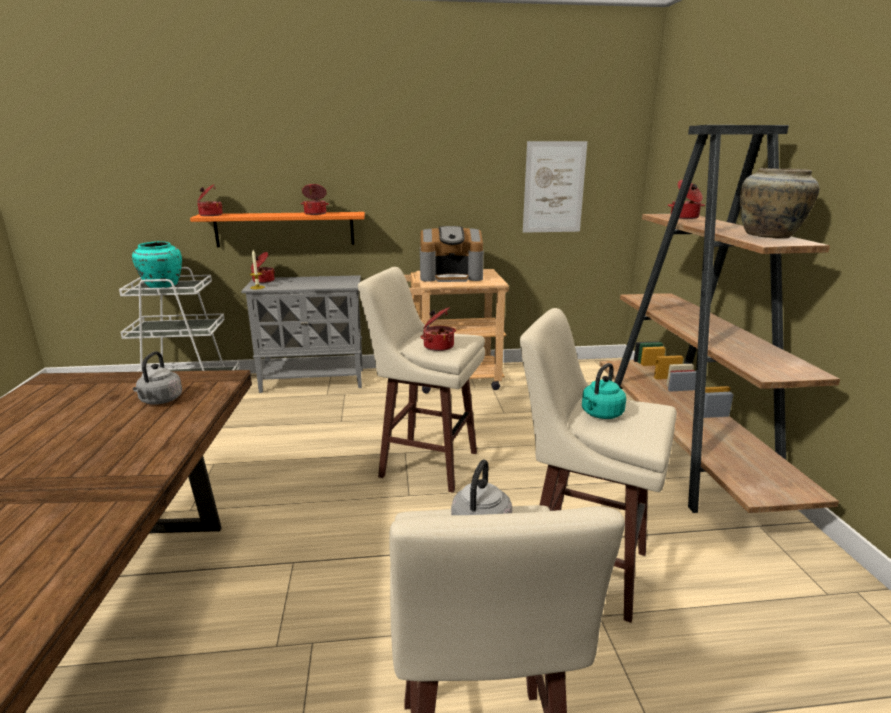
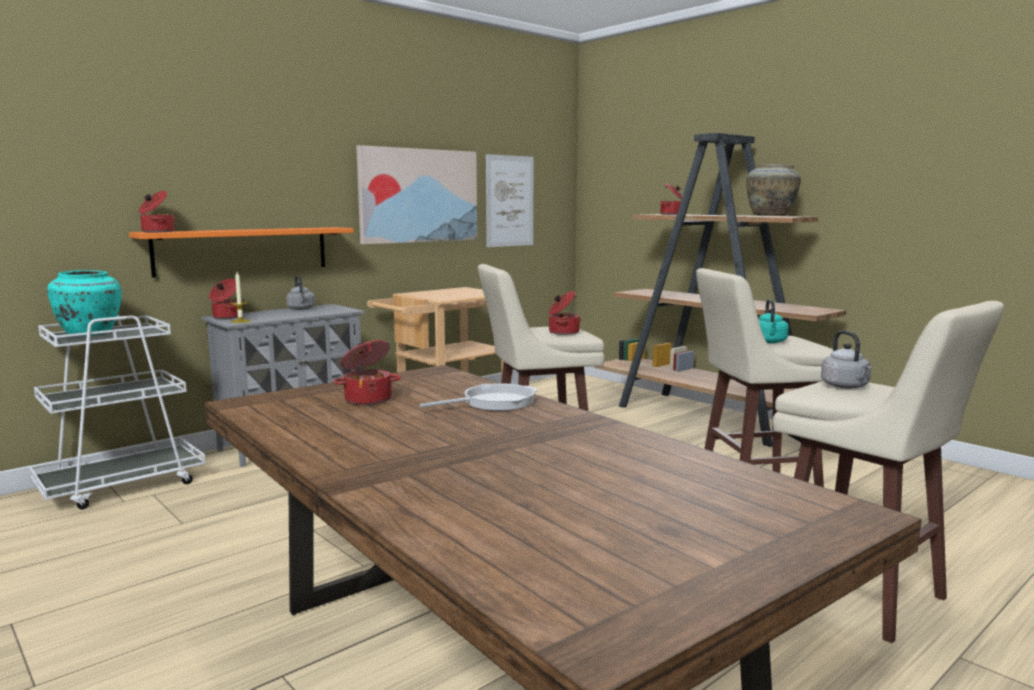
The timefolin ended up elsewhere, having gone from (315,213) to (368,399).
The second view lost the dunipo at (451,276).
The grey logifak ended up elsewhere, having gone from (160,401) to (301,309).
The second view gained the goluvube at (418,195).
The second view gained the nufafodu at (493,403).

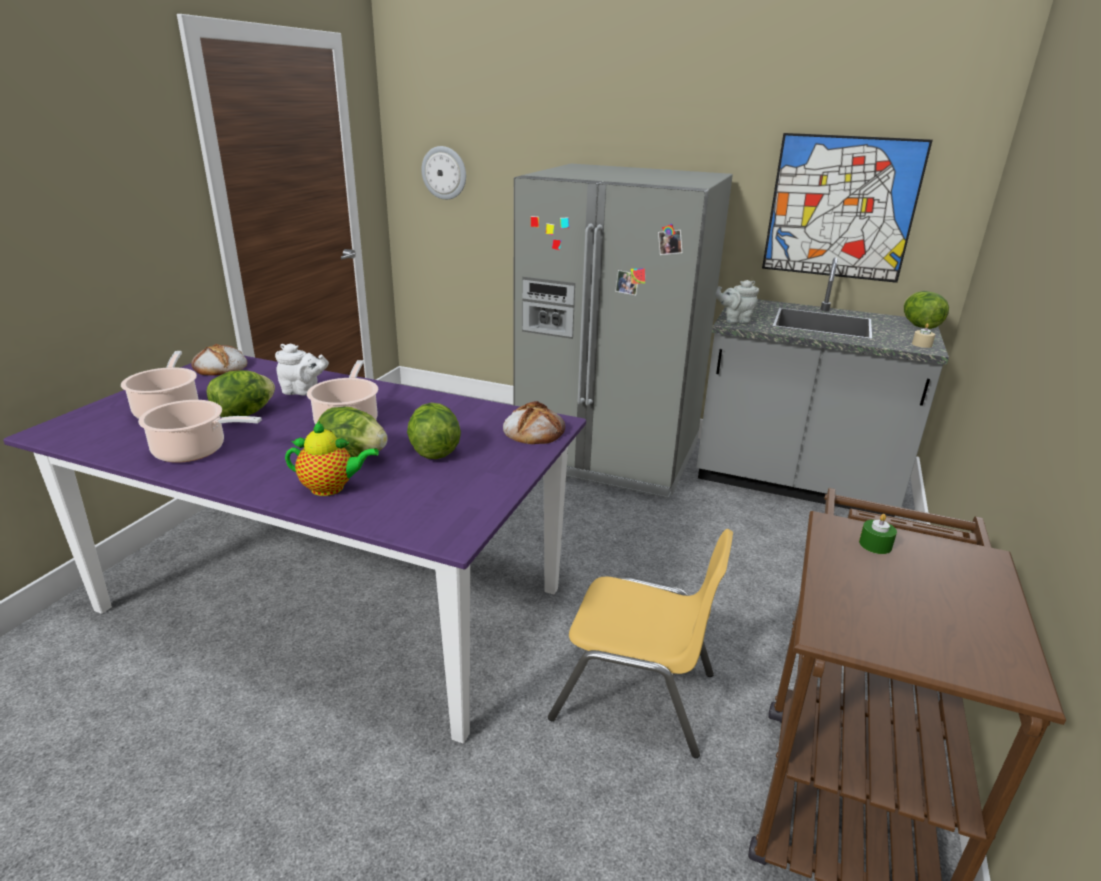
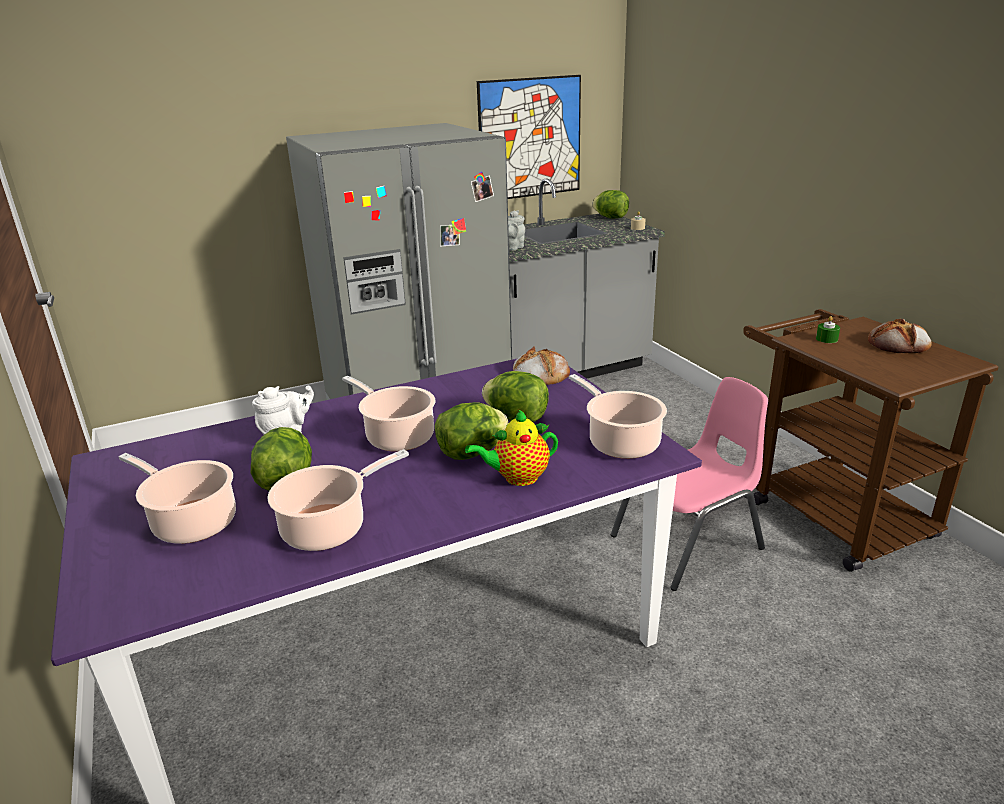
The second view lost the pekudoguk at (444,173).
The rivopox ended up elsewhere, having gone from (219,367) to (899,344).
The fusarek at (331,488) ended up facing another way, 150 degrees counterclockwise from before.
What was the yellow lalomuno at (635,696) turned into the pink lalomuno at (688,543).
The second view gained the timefolin at (620,442).

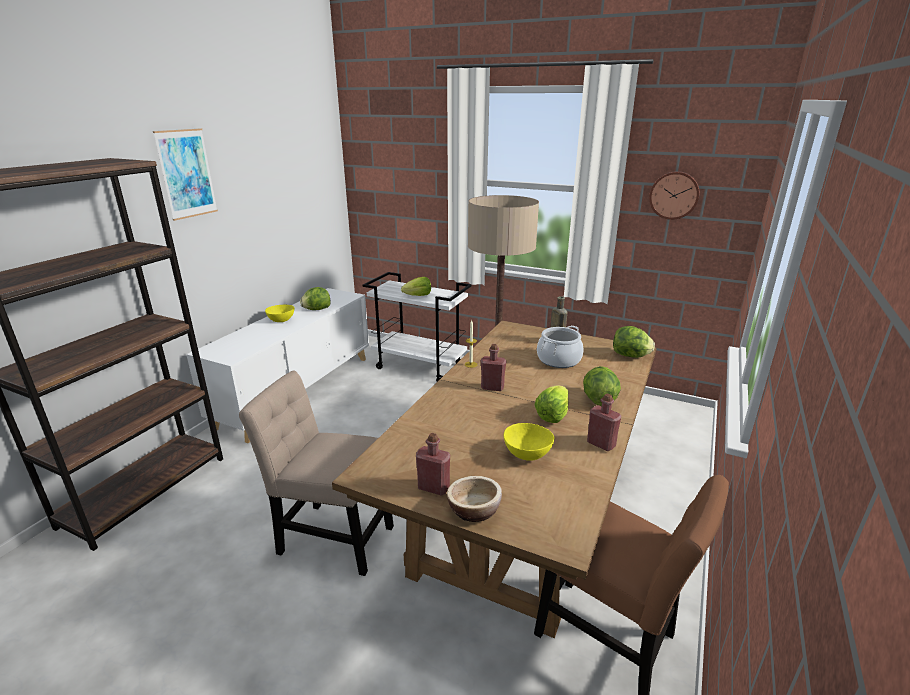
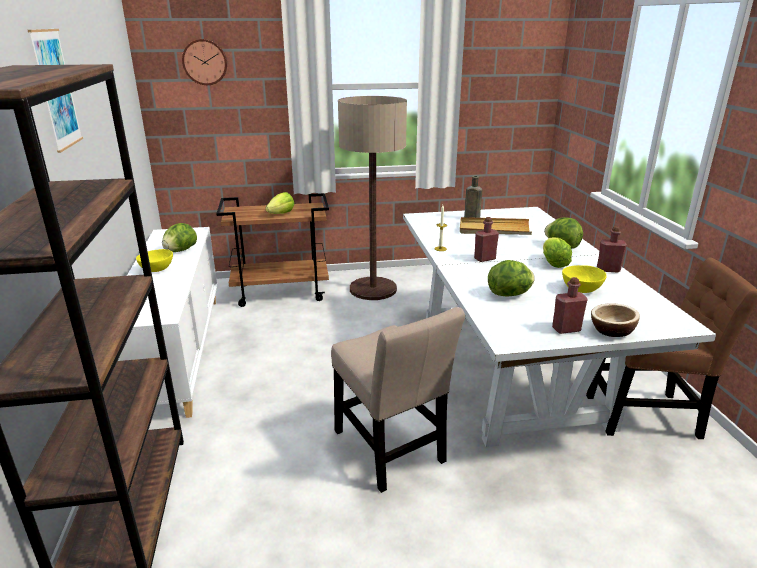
The pekudoguk ended up elsewhere, having gone from (674,195) to (205,62).
What was the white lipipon at (420,366) turned into the brown lipipon at (281,292).
What was the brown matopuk at (520,518) turned into the white matopuk at (510,372).
Where the timefolin stood at (558,360), the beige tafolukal came to stand at (494,229).
The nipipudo ended up elsewhere, having gone from (630,356) to (510,294).
The beige lalomuno at (331,537) ended up facing another way, 105 degrees counterclockwise from before.

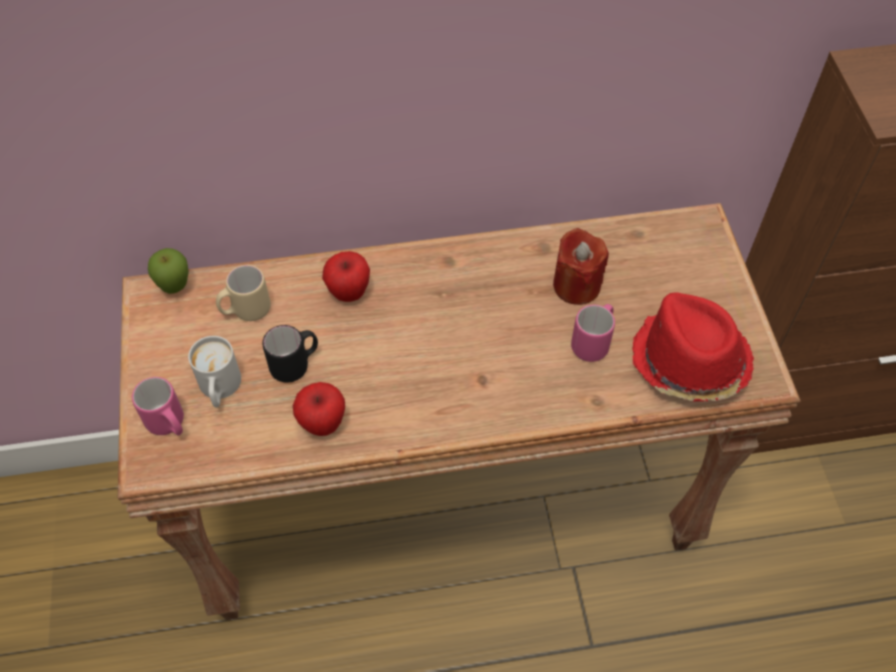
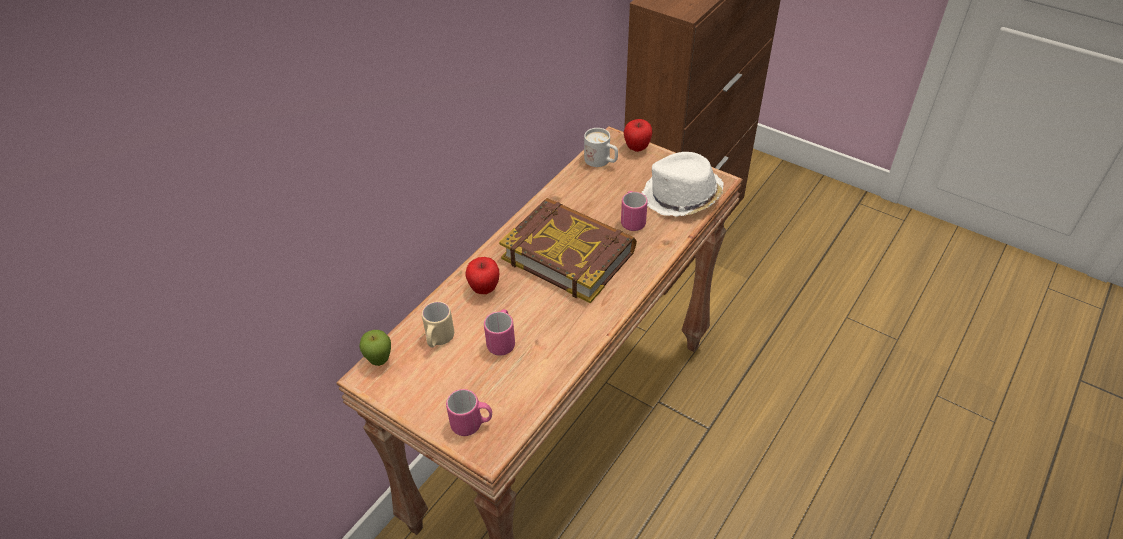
The second view lost the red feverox at (576,285).
What was the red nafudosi at (688,361) turned into the white nafudosi at (681,197).
What was the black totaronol at (295,364) turned into the pink totaronol at (502,341).
The white totaronol ended up elsewhere, having gone from (220,389) to (601,161).
The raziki ended up elsewhere, having gone from (322,424) to (637,148).
The second view gained the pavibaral at (569,254).

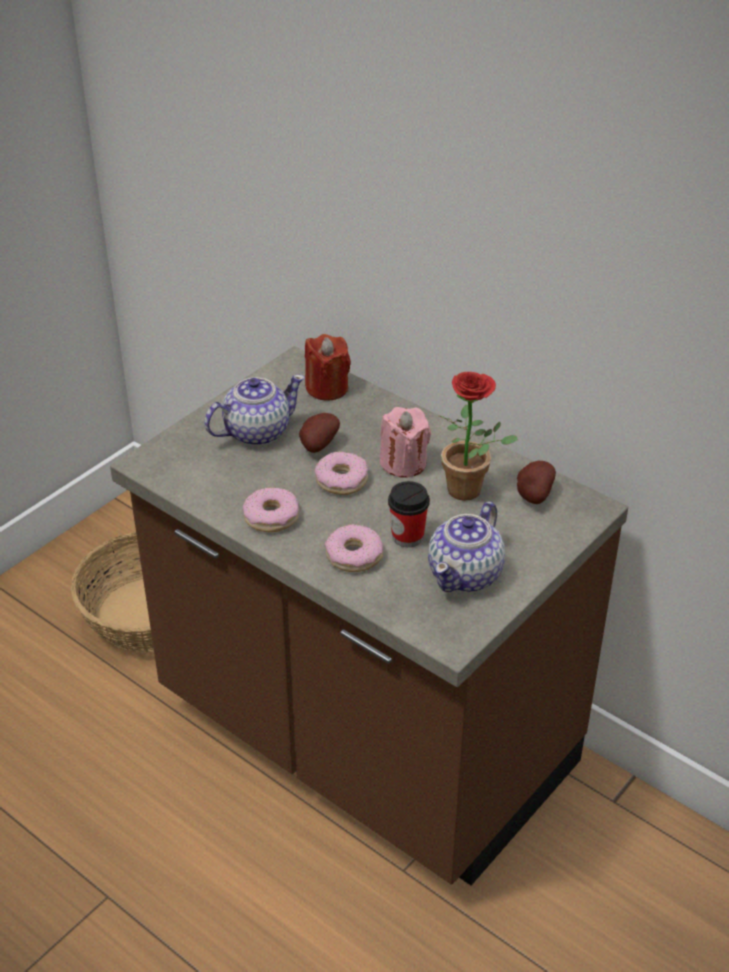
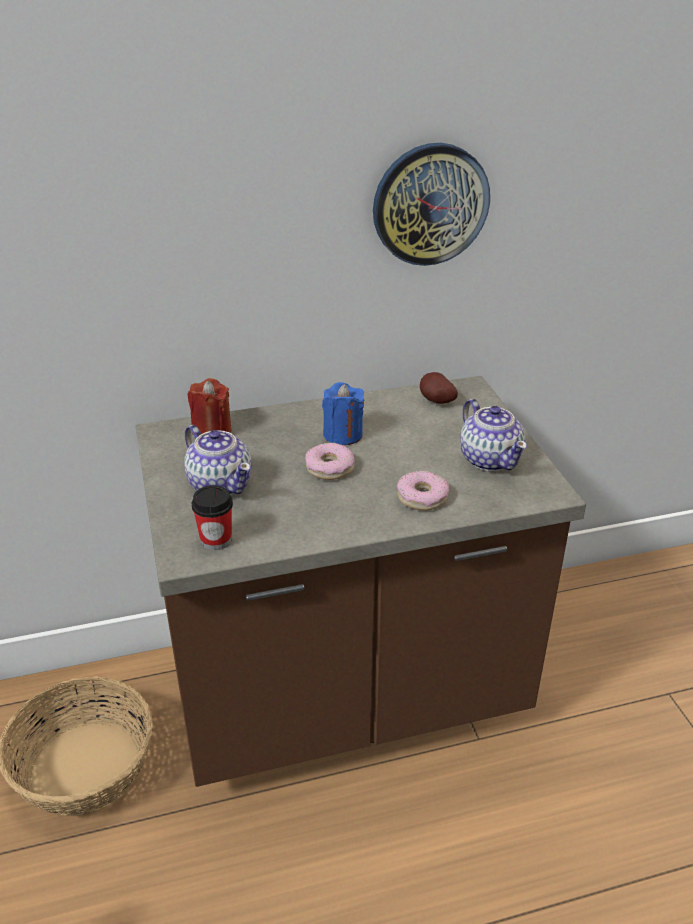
The second view lost the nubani at (471,491).
The fusarek at (256,432) ended up facing another way, 135 degrees clockwise from before.
What was the pink feverox at (403,463) turned into the blue feverox at (343,435).
The second view lost the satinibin at (317,445).
The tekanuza ended up elsewhere, having gone from (407,536) to (216,540).
The second view lost the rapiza at (271,517).
The second view gained the pekudoguk at (430,204).

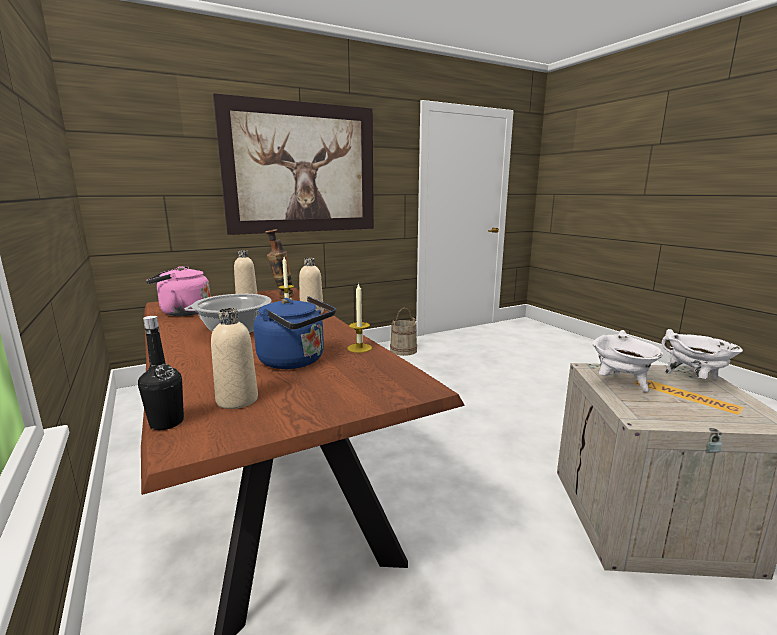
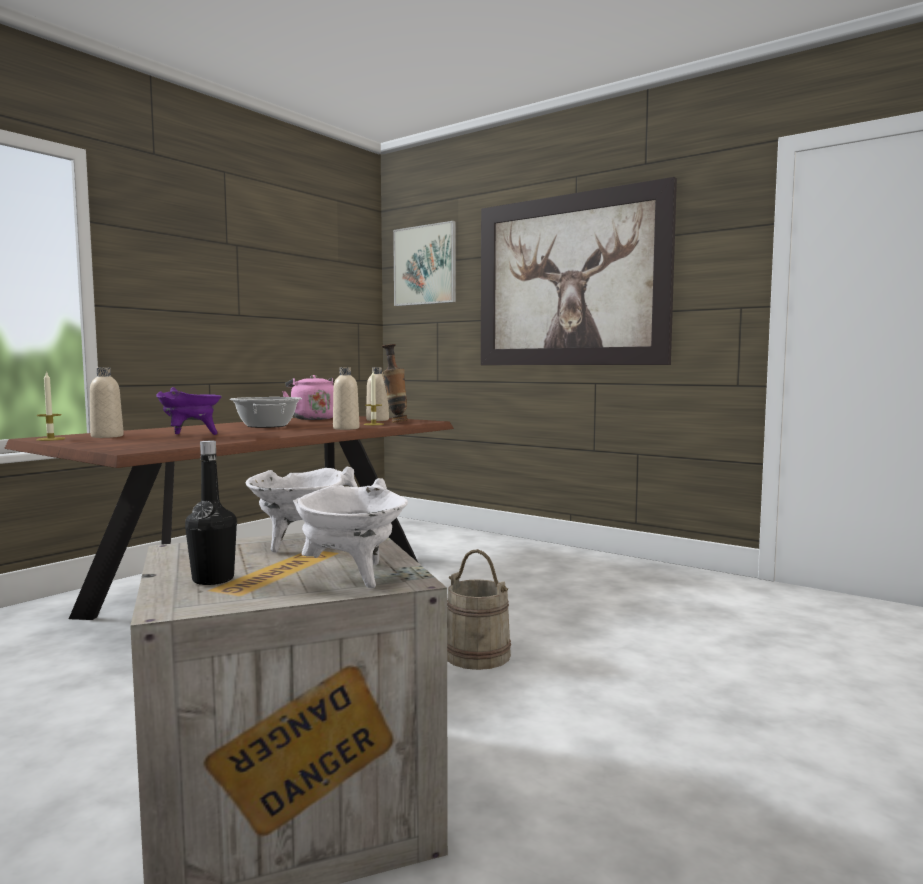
The feverox ended up elsewhere, having gone from (359,348) to (50,439).
Where the blue logifak stood at (295,361), the purple timefolin came to stand at (190,435).
The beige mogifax ended up elsewhere, having gone from (403,350) to (477,655).
The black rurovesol ended up elsewhere, having gone from (167,423) to (213,579).
The second view gained the goluvube at (425,265).

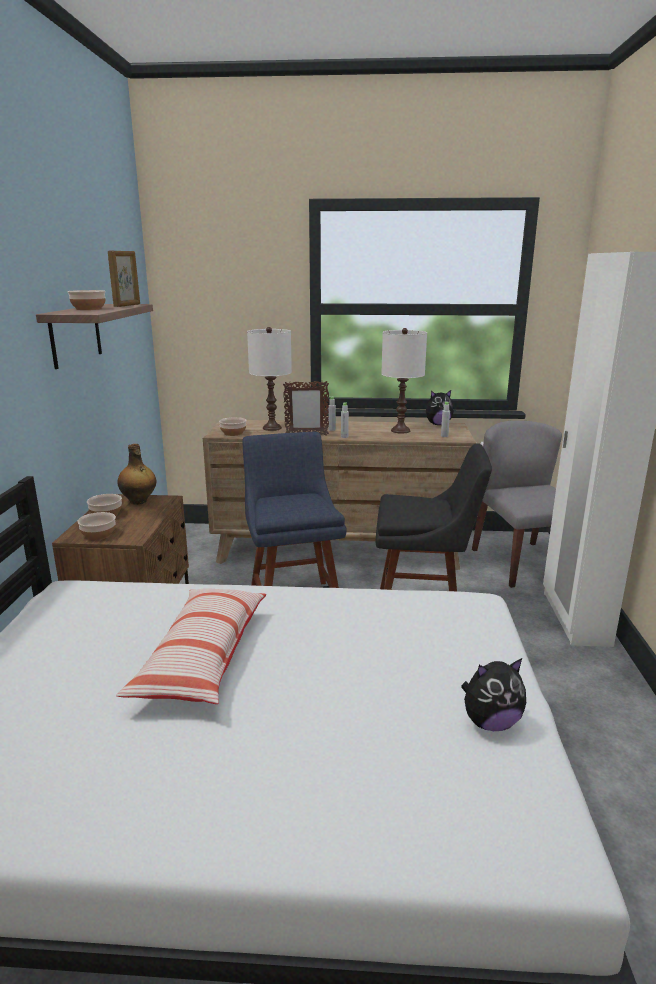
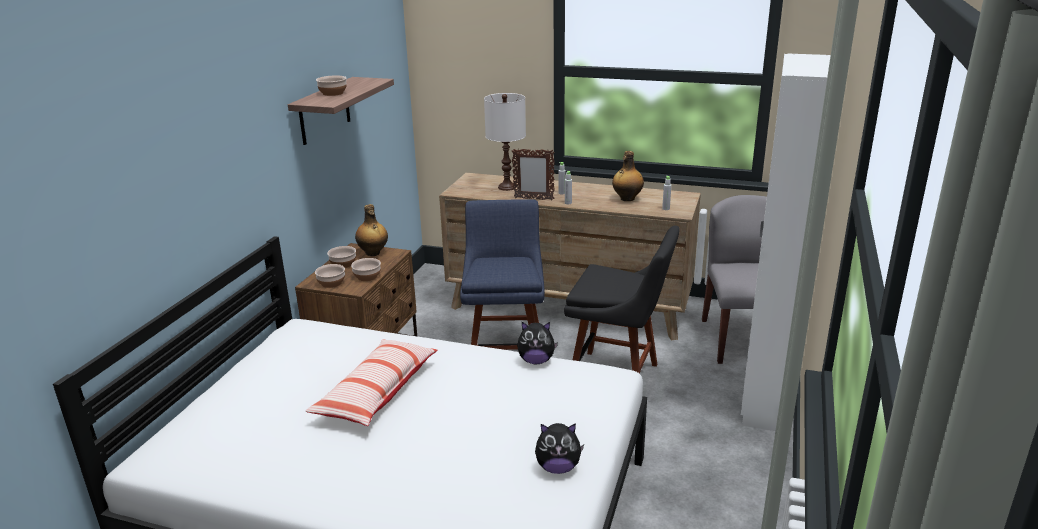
The second view lost the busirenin at (127,305).
Where the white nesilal stood at (400,430), the rurovesol came to stand at (627,199).
The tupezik ended up elsewhere, having gone from (438,424) to (536,361).
The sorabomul ended up elsewhere, having gone from (233,433) to (367,277).

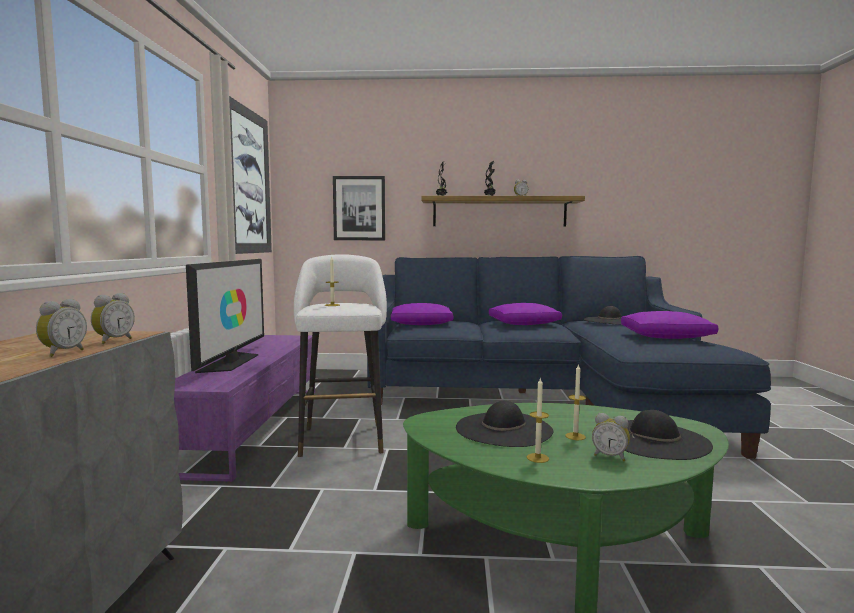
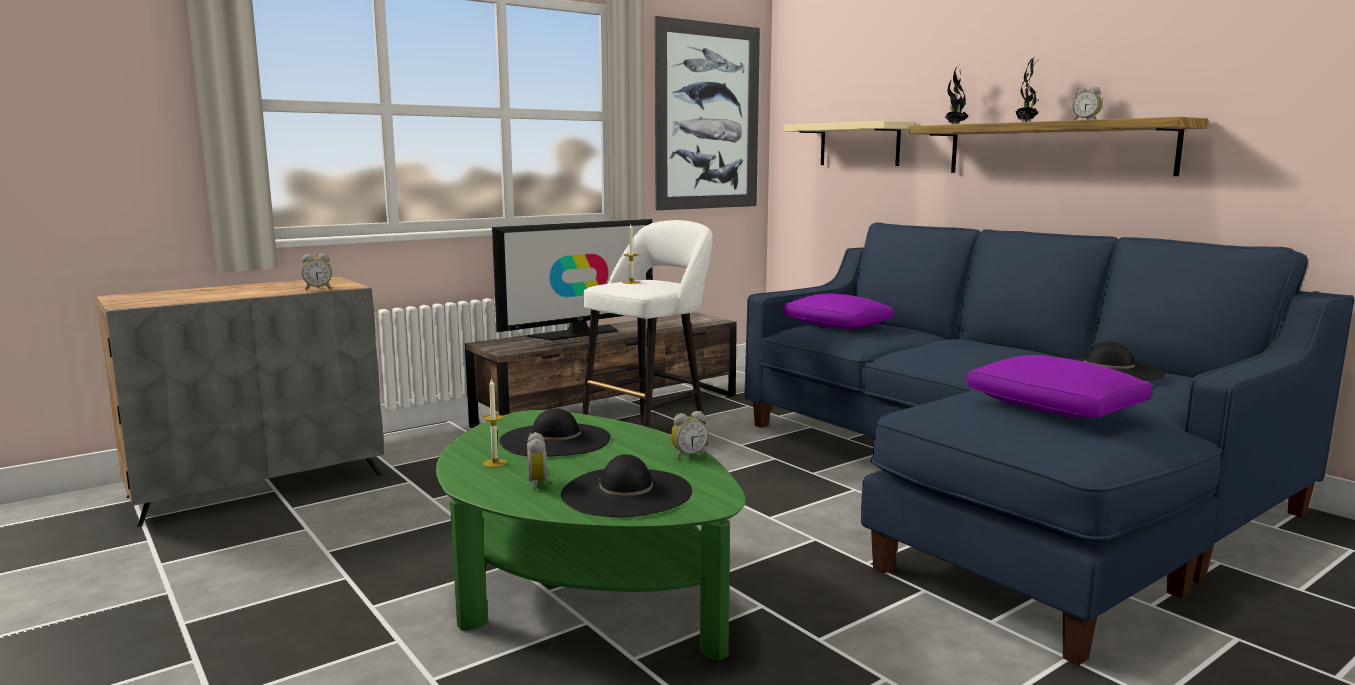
Where the goluvube hung at (359,208), the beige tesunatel came to hang at (859,144).
The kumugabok ended up elsewhere, having gone from (62,353) to (688,456).
The second view lost the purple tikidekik at (524,324).
What was the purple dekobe at (254,425) turned into the brown dekobe at (611,410).
The second view lost the feverox at (575,436).

